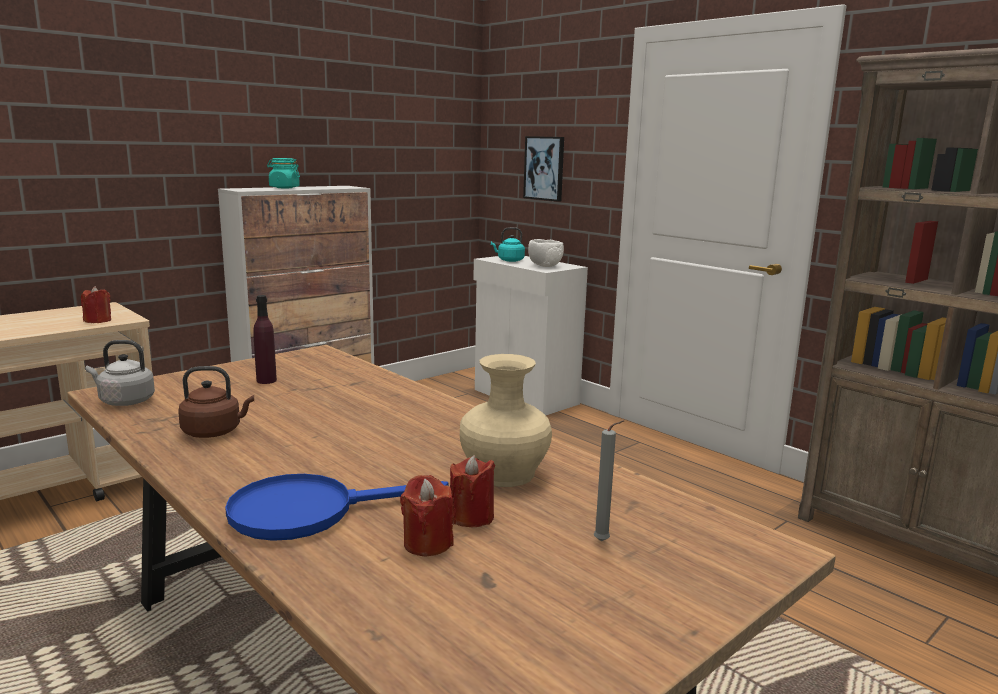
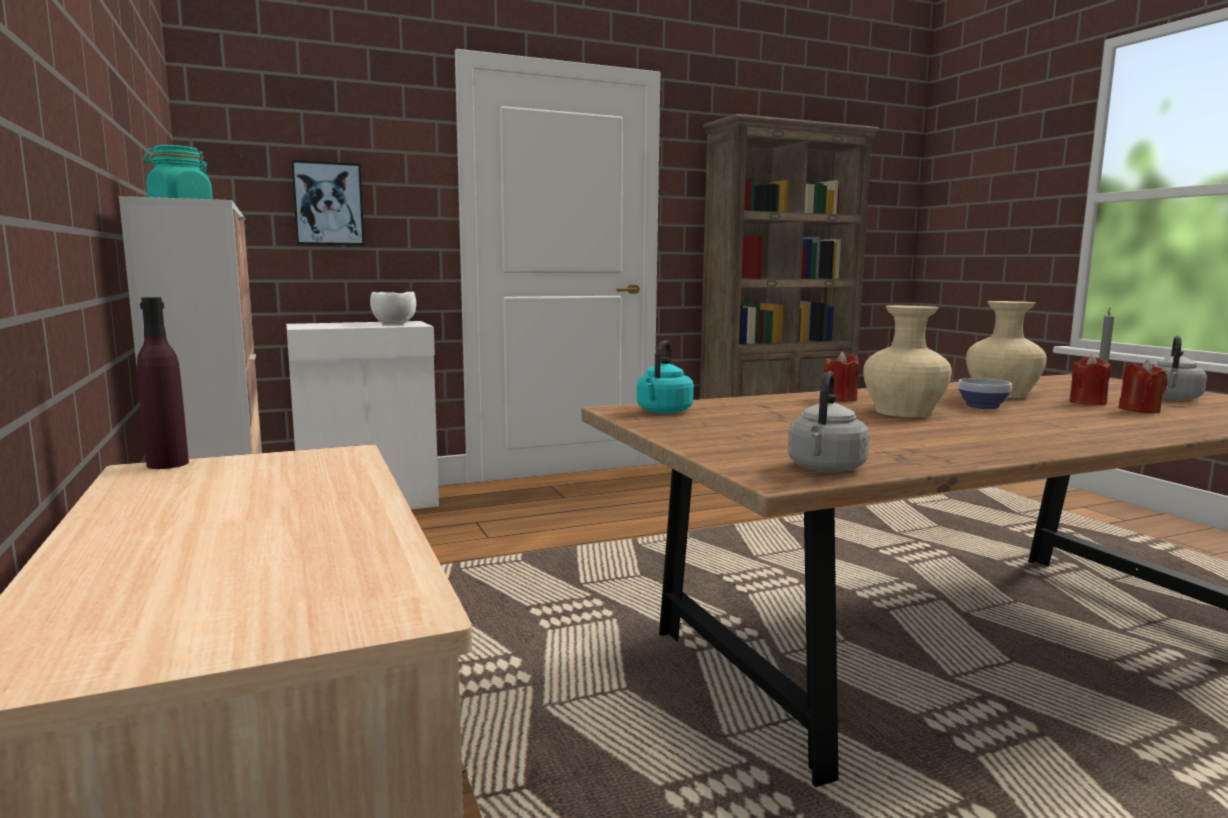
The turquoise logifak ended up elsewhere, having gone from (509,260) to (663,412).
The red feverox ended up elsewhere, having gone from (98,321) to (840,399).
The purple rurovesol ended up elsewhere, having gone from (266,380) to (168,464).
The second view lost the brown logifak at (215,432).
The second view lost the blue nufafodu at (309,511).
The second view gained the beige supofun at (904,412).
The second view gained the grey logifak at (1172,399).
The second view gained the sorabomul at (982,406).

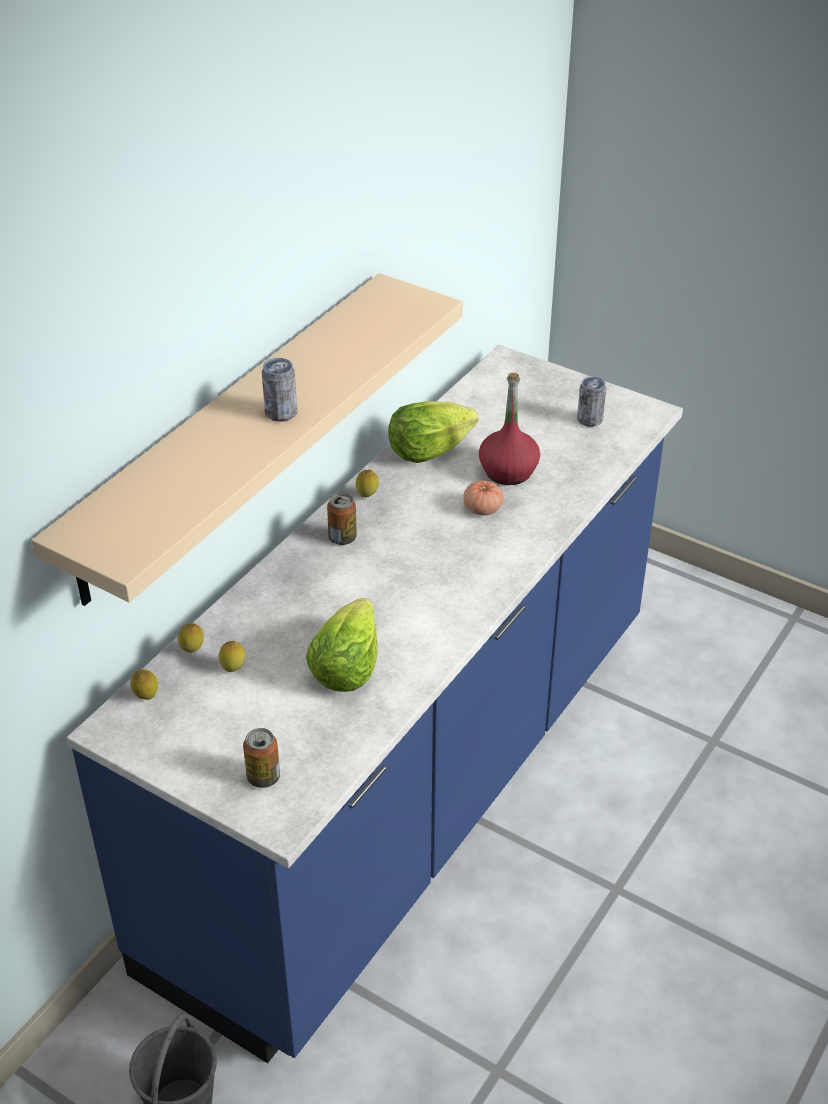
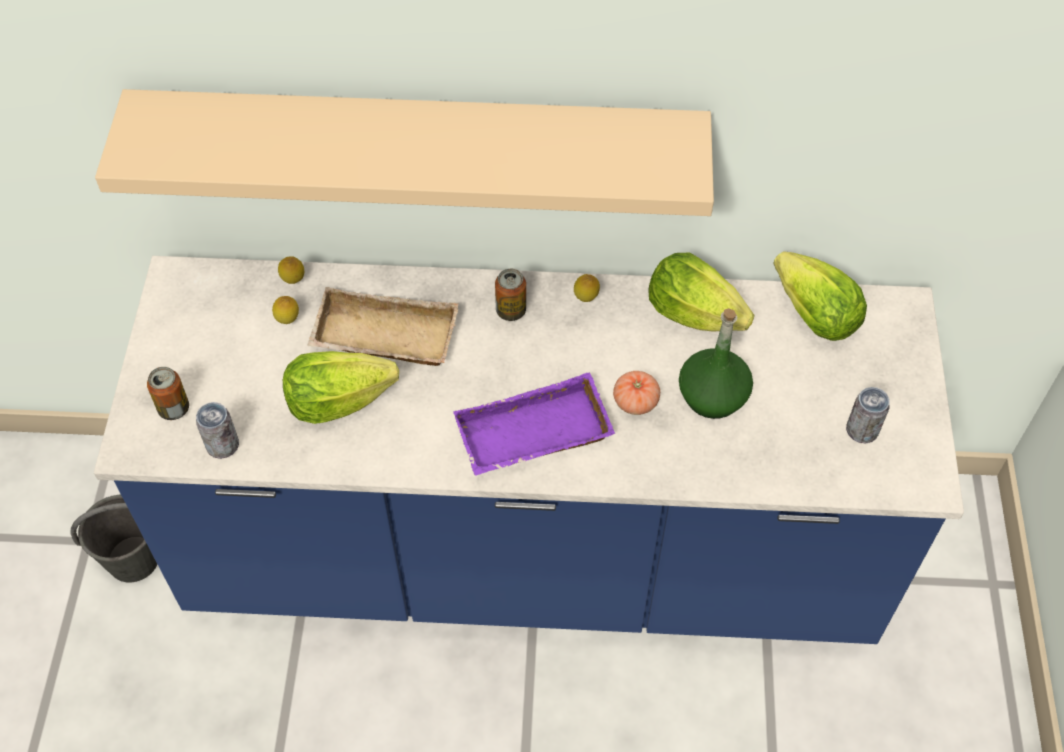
The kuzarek ended up elsewhere, having gone from (281,413) to (222,445).
What was the red rurovesol at (508,471) turned into the green rurovesol at (712,396).
The second view lost the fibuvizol at (146,697).
The second view gained the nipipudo at (814,316).
The second view gained the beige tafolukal at (382,338).
The second view gained the purple tafolukal at (532,437).

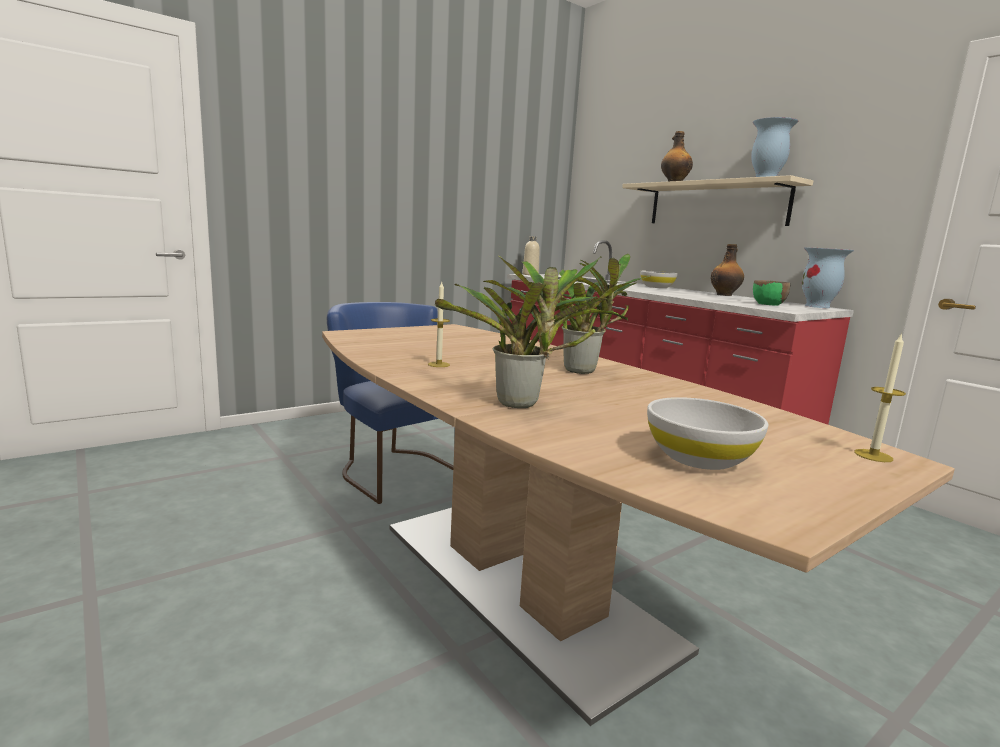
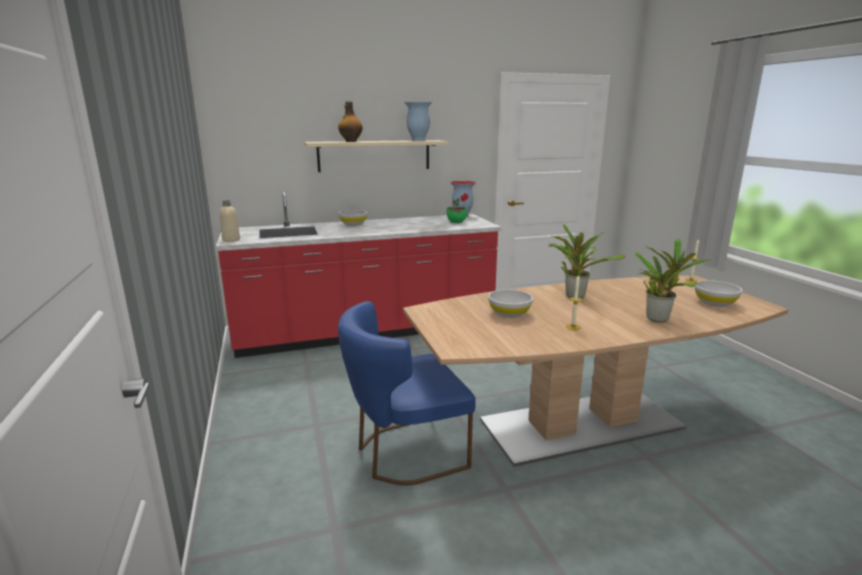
The second view lost the rurovesol at (724,295).
The second view gained the white sorabomul at (509,313).

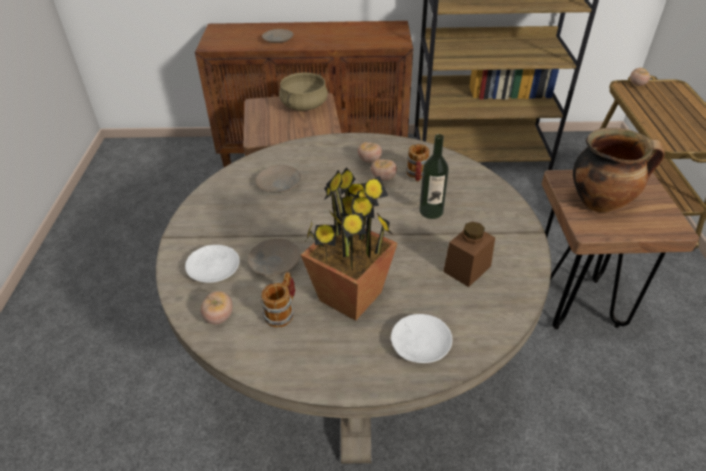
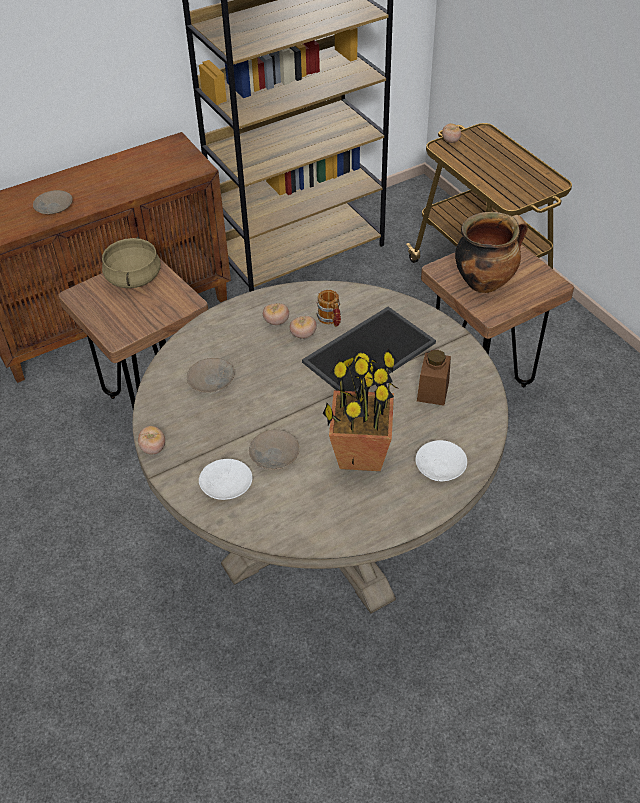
Where the rurovesol stood at (431,211), the tafolukal came to stand at (369,351).
The second view lost the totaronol at (282,311).
The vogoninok ended up elsewhere, having gone from (219,317) to (153,448).

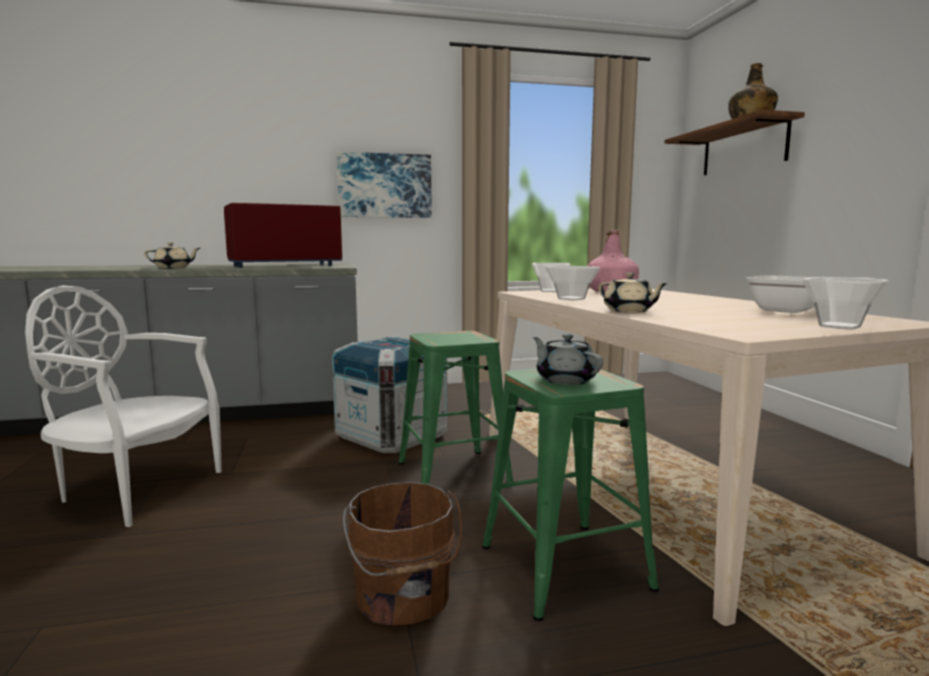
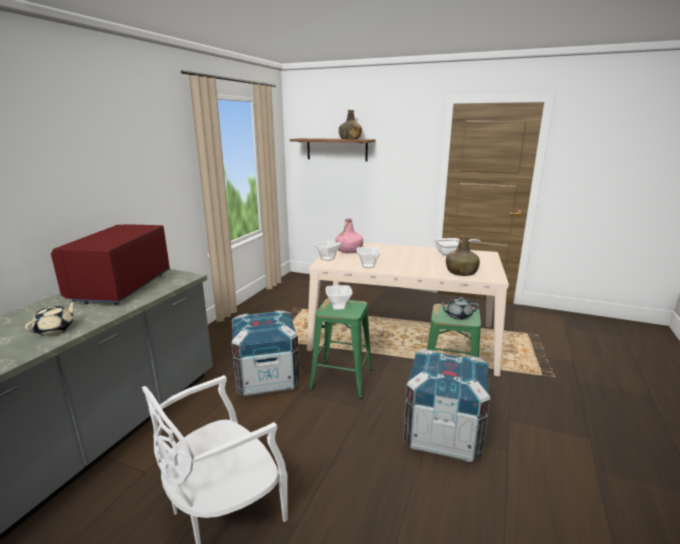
The second view lost the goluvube at (384,186).
The second view lost the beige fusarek at (629,311).
The sorabomul ended up elsewhere, having gone from (841,326) to (339,307).
Where the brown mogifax stood at (403,598), the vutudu came to stand at (443,434).
The second view gained the green rurovesol at (461,272).

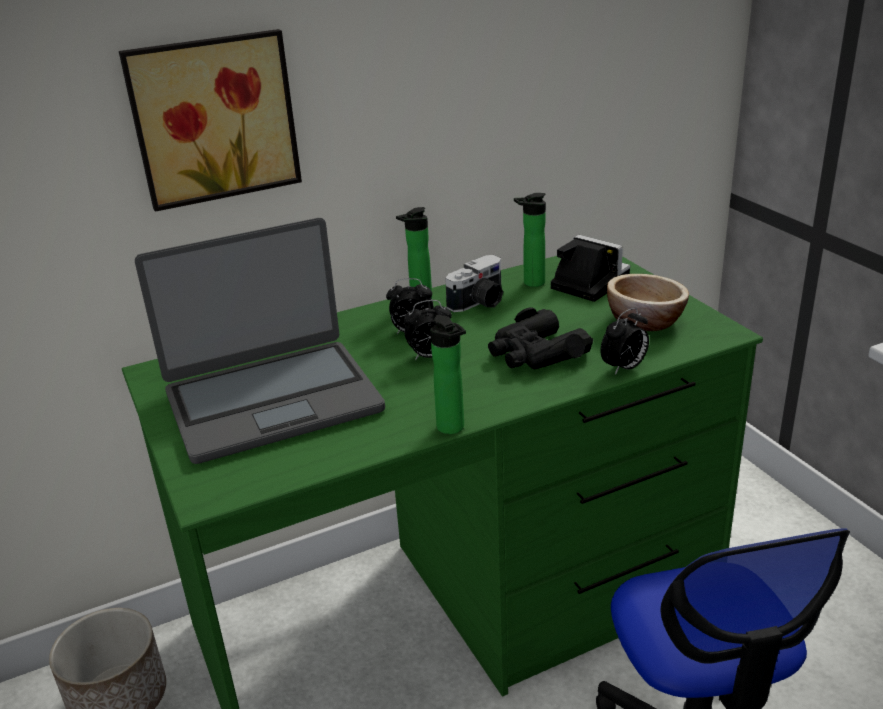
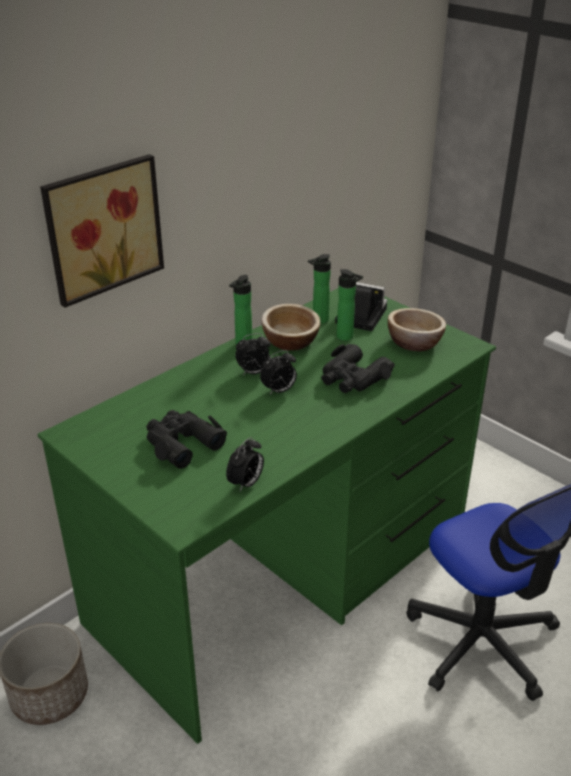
Where the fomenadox stood at (272,400), the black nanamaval came to stand at (182,443).
Where the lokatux stood at (480,303), the sorabomul came to stand at (290,341).
The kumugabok ended up elsewhere, having gone from (624,368) to (246,484).
The rurovesol ended up elsewhere, having gone from (453,429) to (347,337).

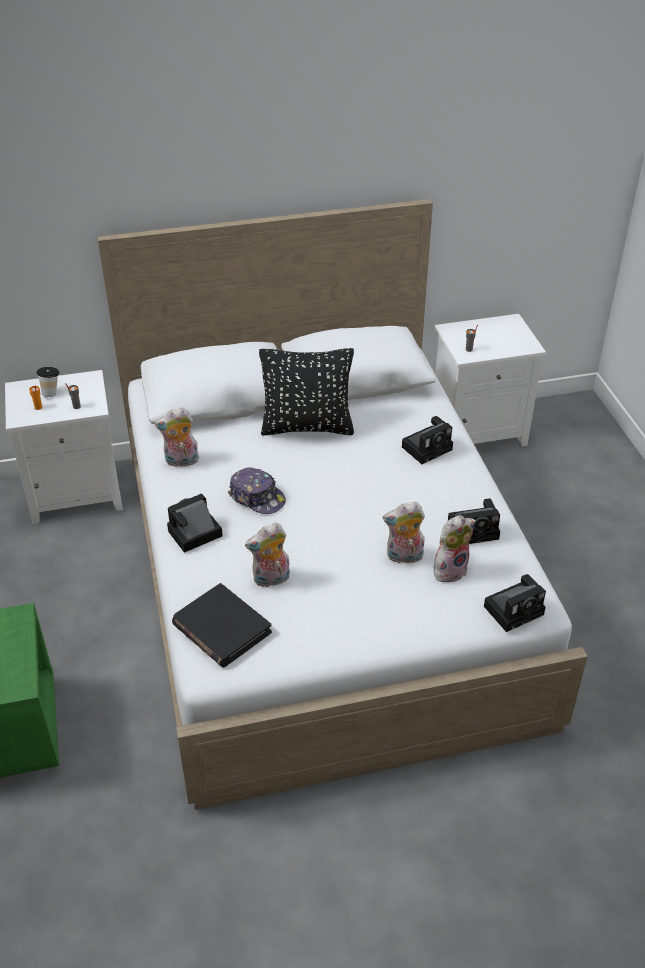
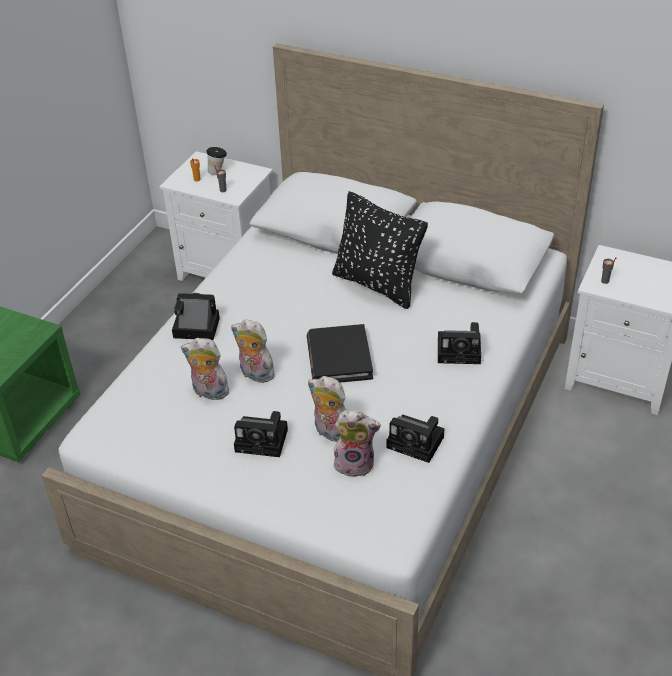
The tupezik ended up elsewhere, having gone from (181,461) to (255,374).
The second view lost the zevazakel at (257,497).
The lokatux ended up elsewhere, having gone from (515,609) to (264,440).
The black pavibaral ended up elsewhere, having gone from (221,629) to (339,358).

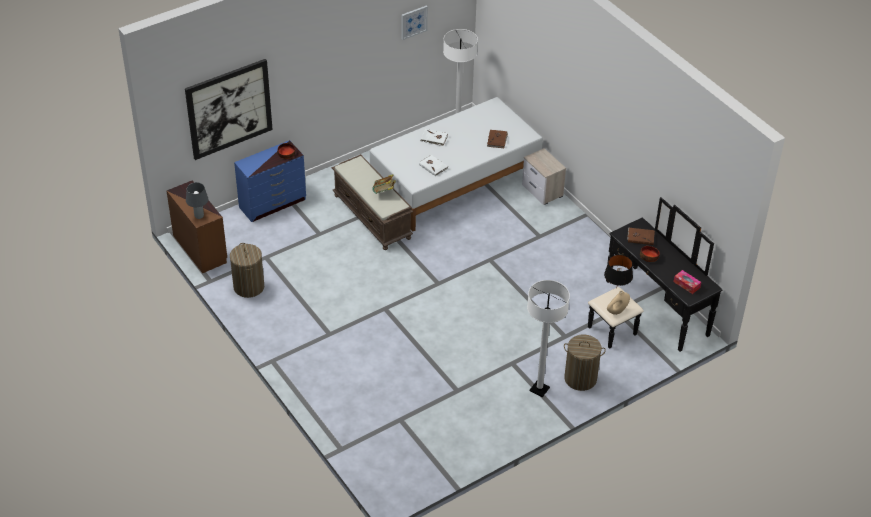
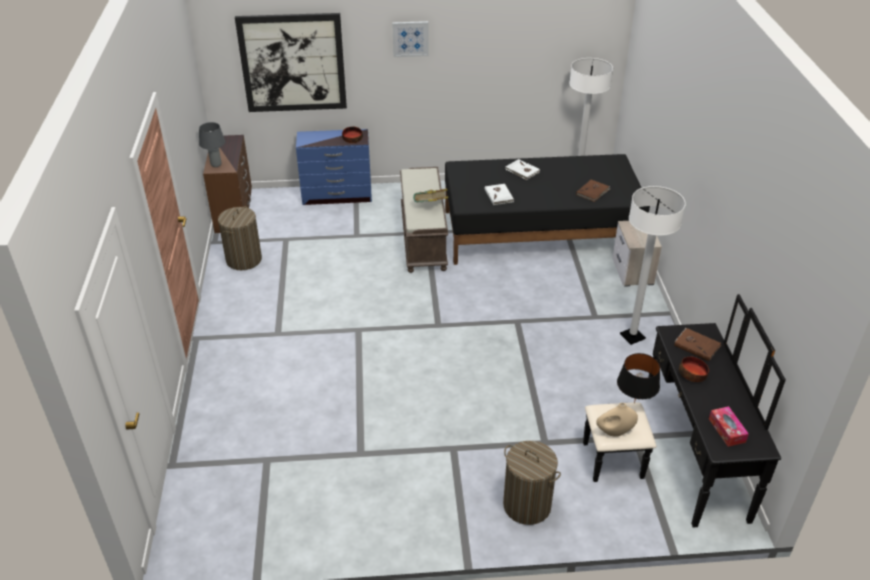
The goluvube ended up elsewhere, having gone from (414,22) to (410,38).
What was the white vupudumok at (456,181) turned into the black vupudumok at (540,232).
The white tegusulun ended up elsewhere, having gone from (539,389) to (632,336).

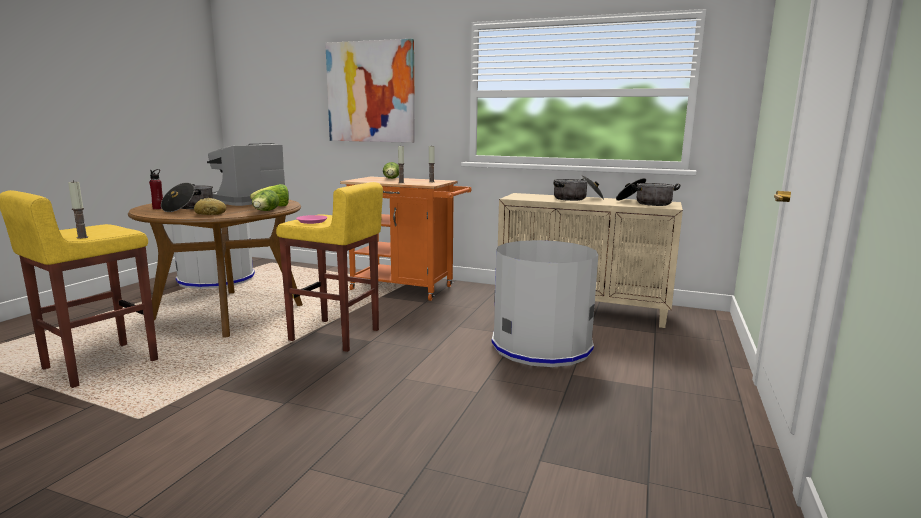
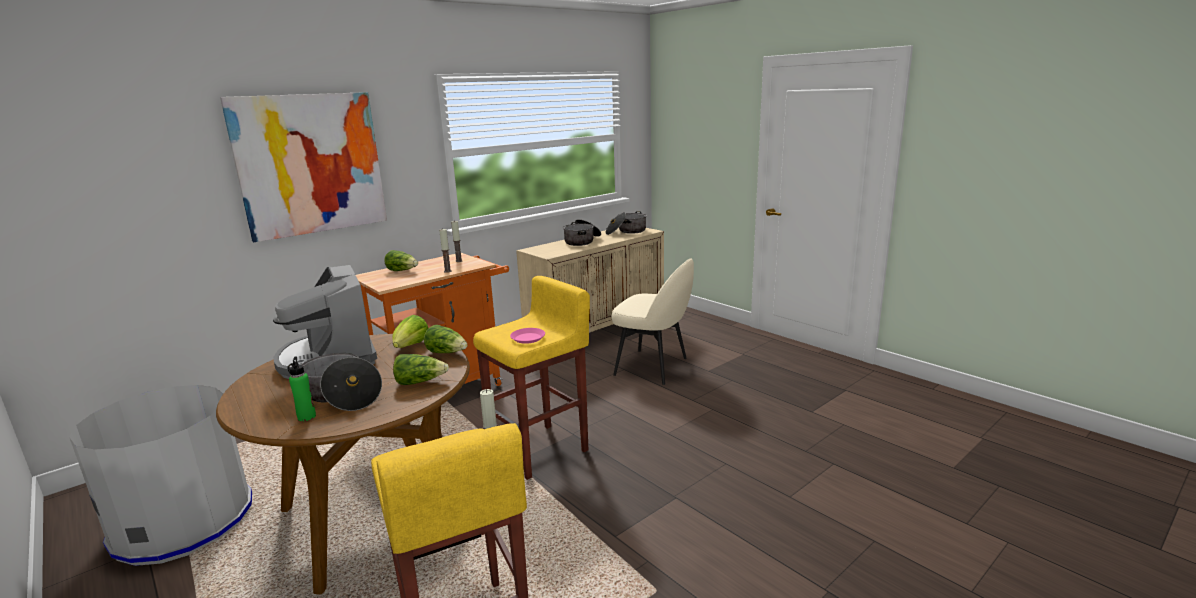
What was the red rurovesol at (158,208) turned into the green rurovesol at (306,416).
Where the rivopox stood at (211,214), the nipipudo came to stand at (420,382).
Where the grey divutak stood at (541,346), the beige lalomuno came to stand at (653,367).

